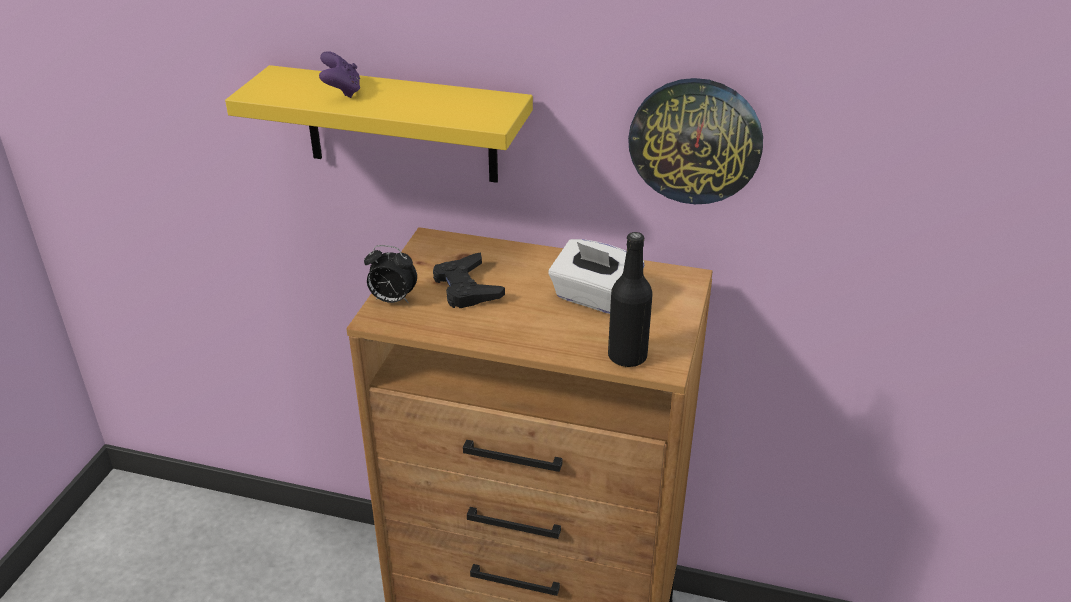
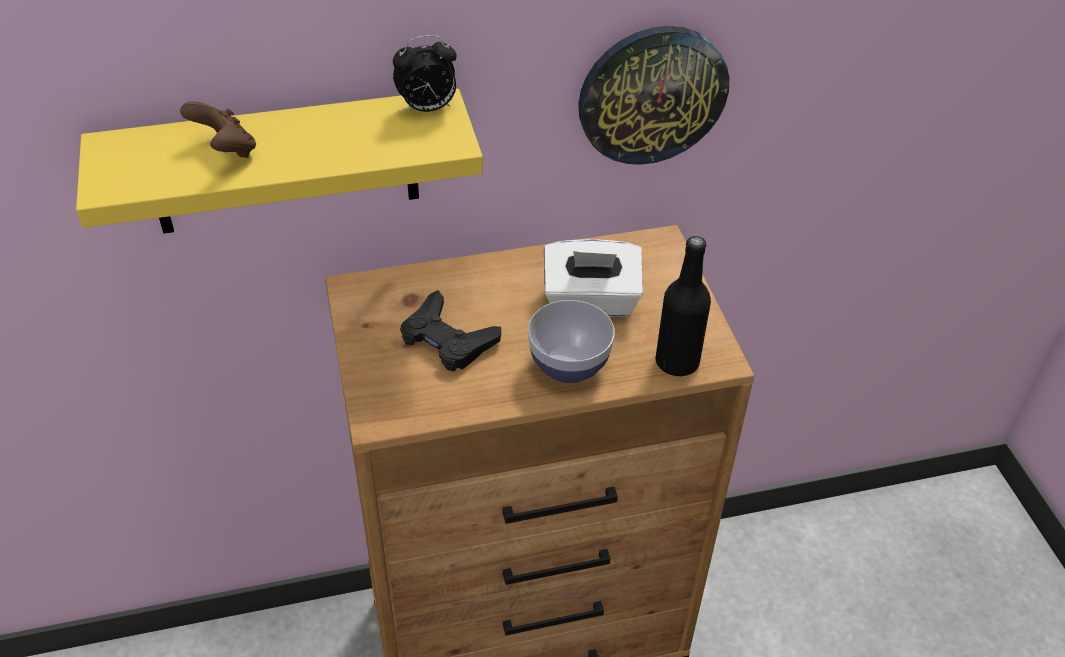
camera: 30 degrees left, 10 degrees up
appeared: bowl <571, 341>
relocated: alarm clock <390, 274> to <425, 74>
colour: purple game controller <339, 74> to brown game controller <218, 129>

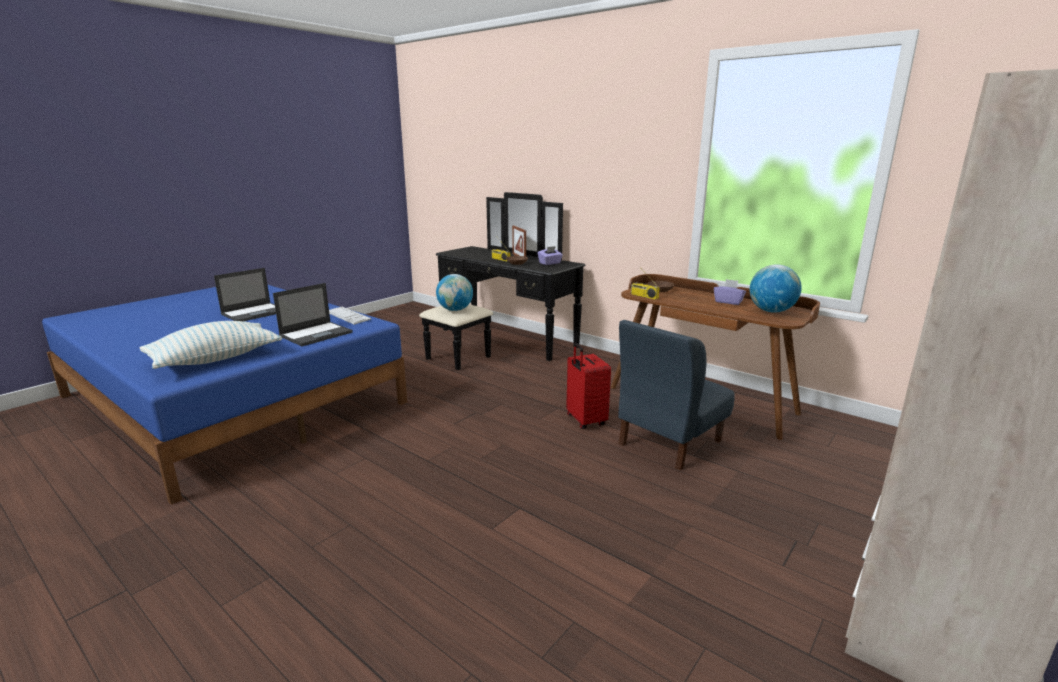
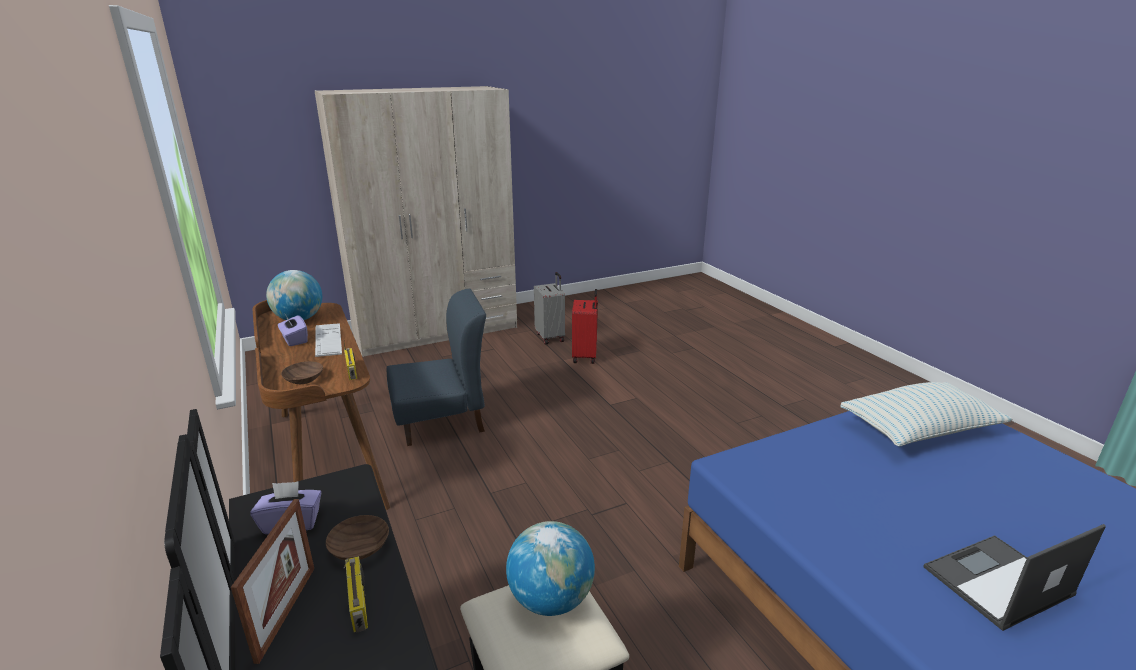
camera: 155 degrees left, 5 degrees up
missing: laptop <313, 314>
appeared: grey suitcase <549, 308>
relocated: keyboard <350, 316> to <328, 340>; red suitcase <588, 386> to <585, 326>

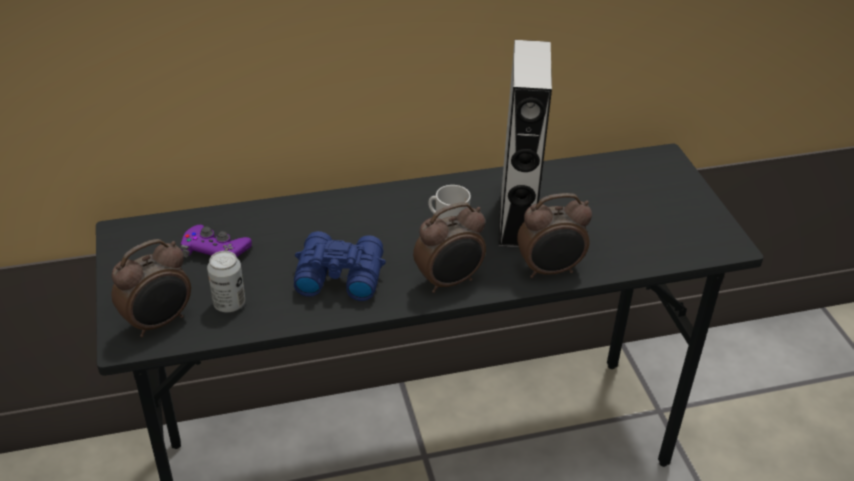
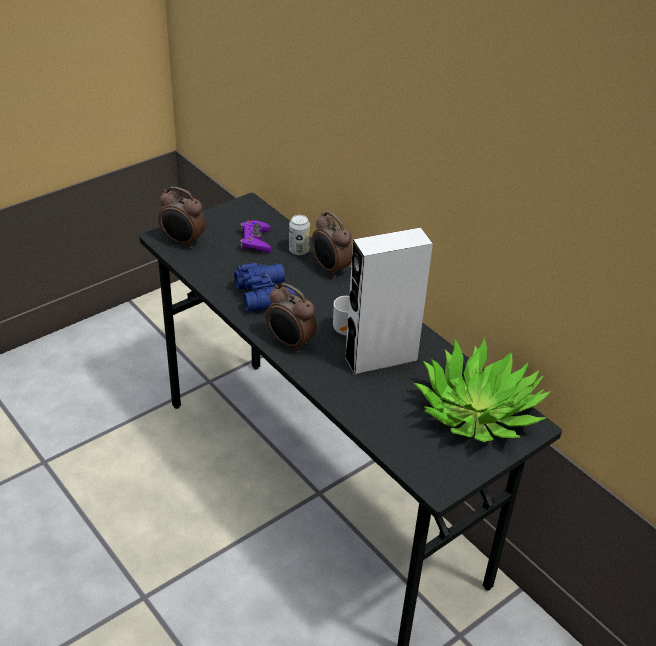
camera: 65 degrees right, 0 degrees up
appeared: potted plant <482, 389>
relocated: can <226, 281> to <299, 235>; alarm clock <554, 235> to <332, 244>

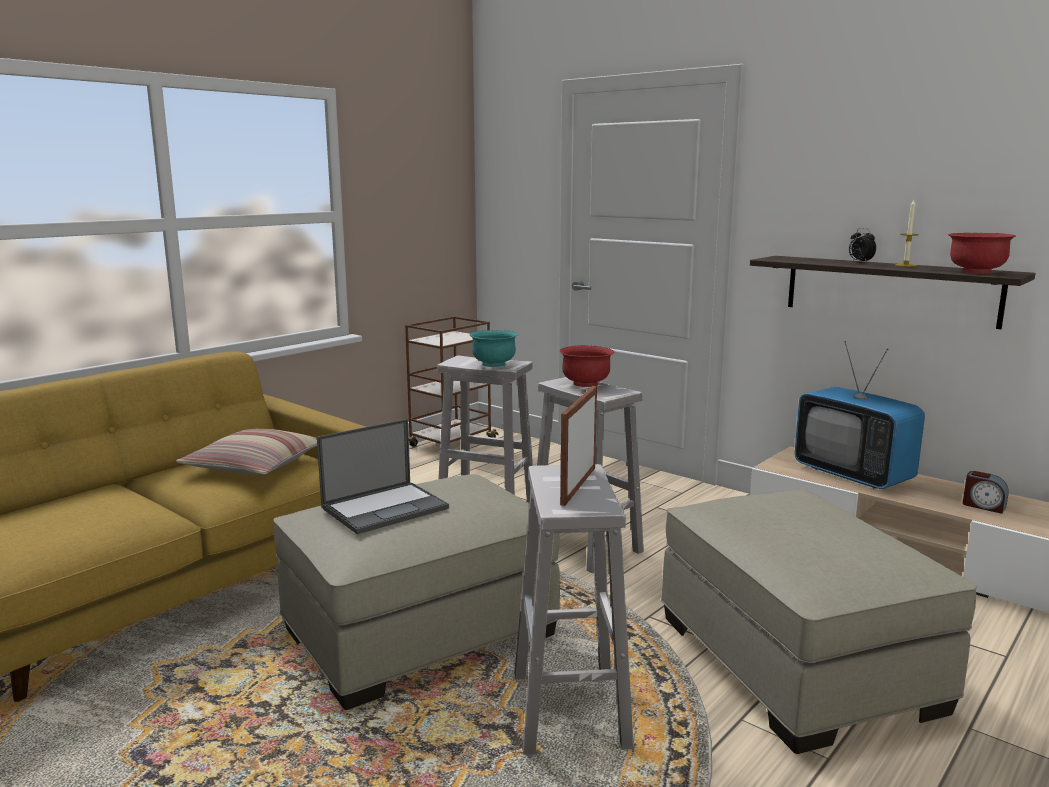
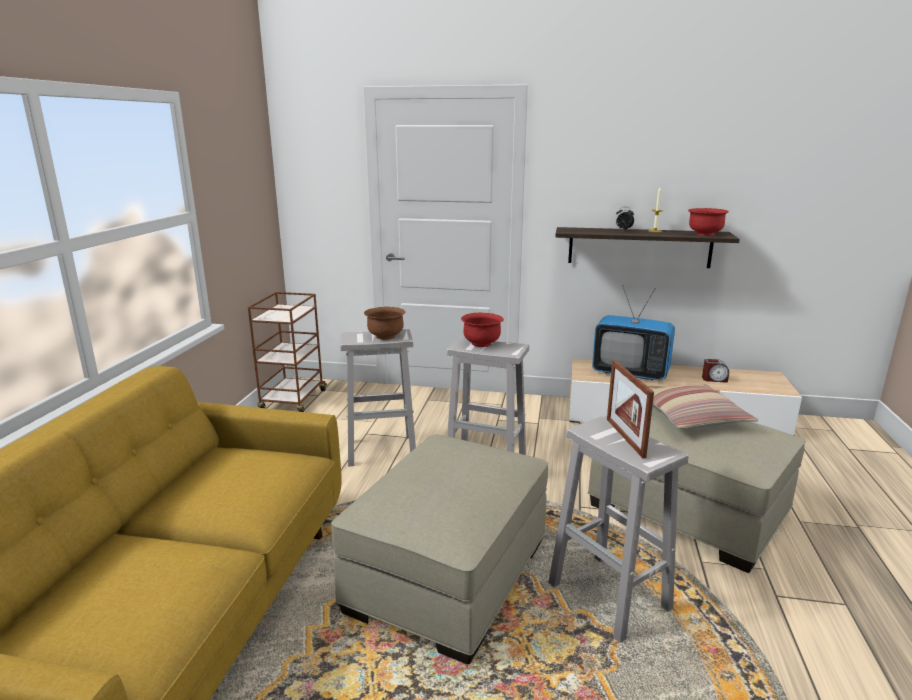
camera: 30 degrees left, 5 degrees up
missing: laptop <383, 476>
relocated: pillow <246, 452> to <704, 406>
colour: turquoise bowl <493, 348> to brown bowl <384, 323>

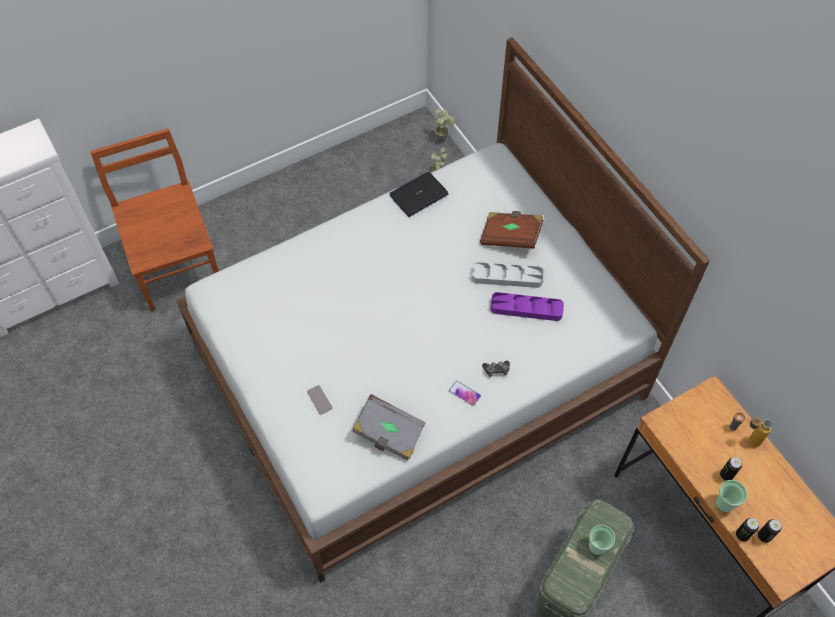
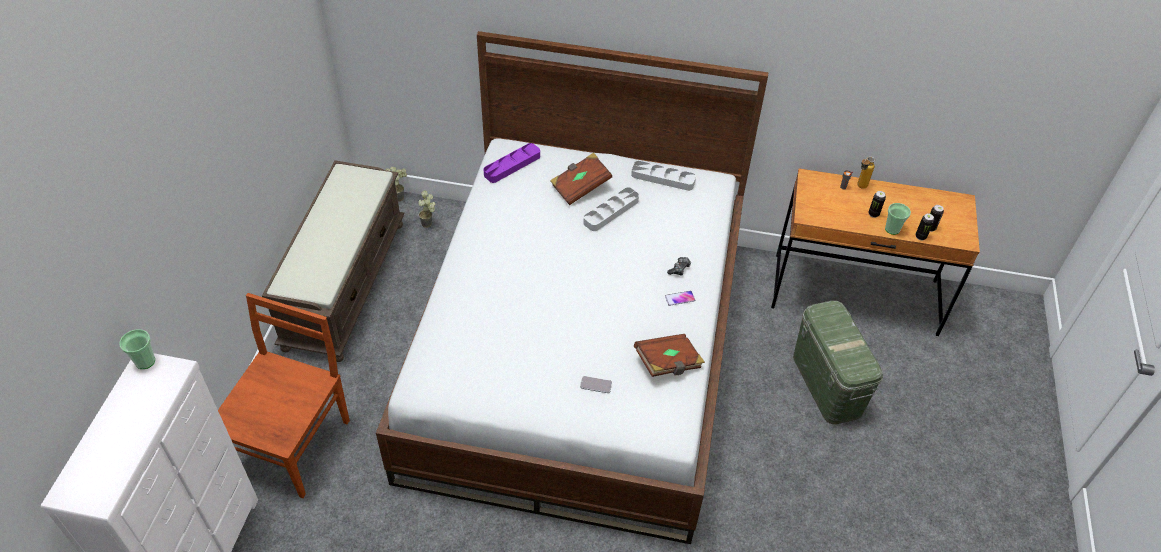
camera: 50 degrees left, 10 degrees down
missing: laptop <419, 194>
appeared: brown bench <333, 261>; grey tray <663, 176>
relocated: purple tray <527, 306> to <512, 163>; cup <602, 540> to <137, 349>
colour: grey book <388, 427> to brown book <669, 355>
spun: brown chair <154, 219> = <284, 395> 90 degrees clockwise

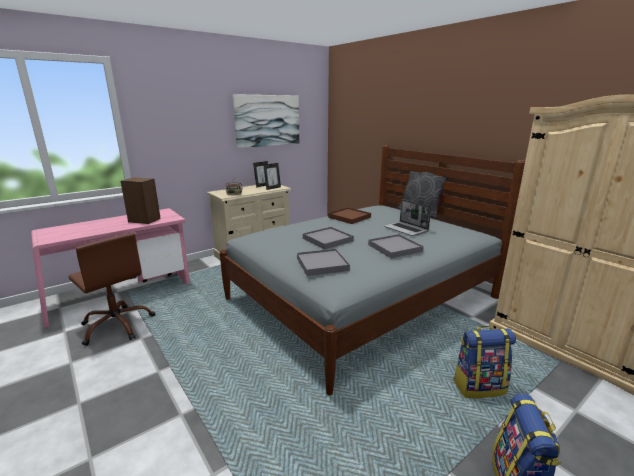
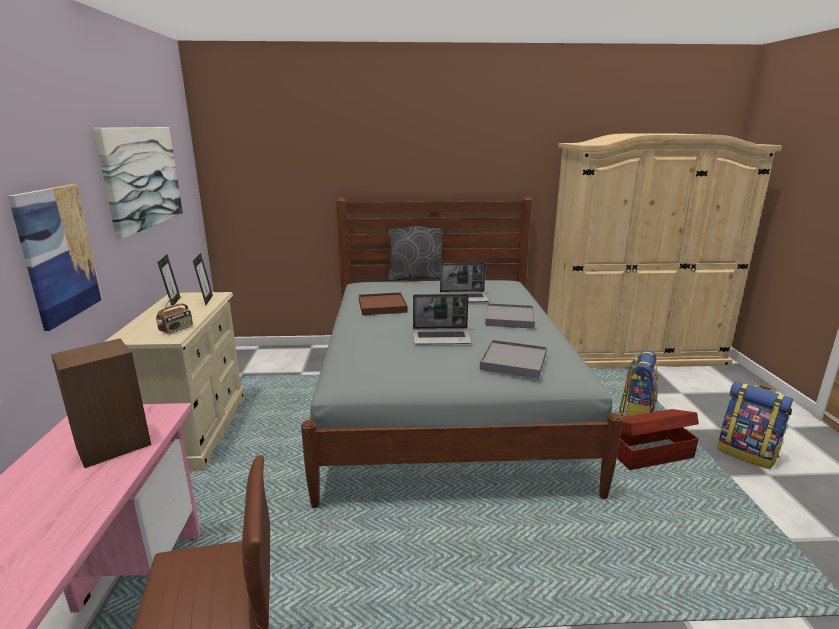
camera: 55 degrees left, 0 degrees up
appeared: picture <55, 257>; brown storage box <658, 439>
exchanged: grey tray <328, 238> to laptop <442, 319>

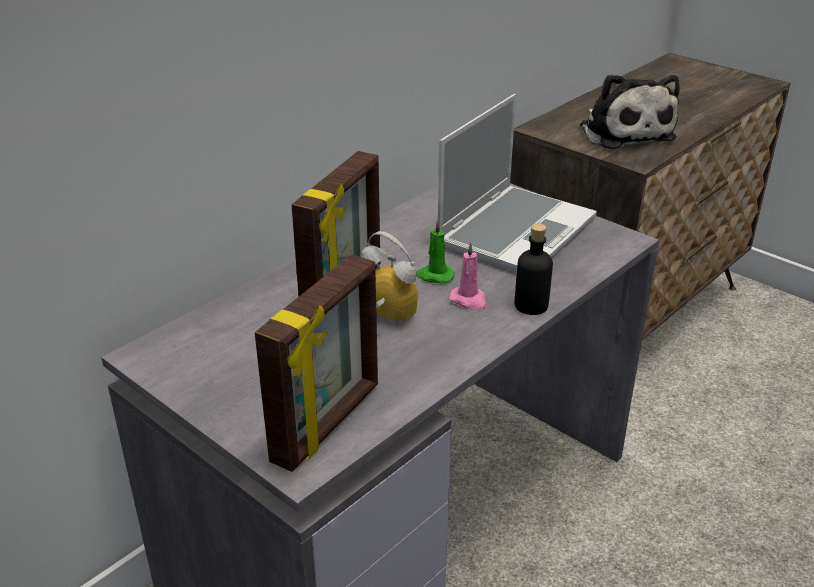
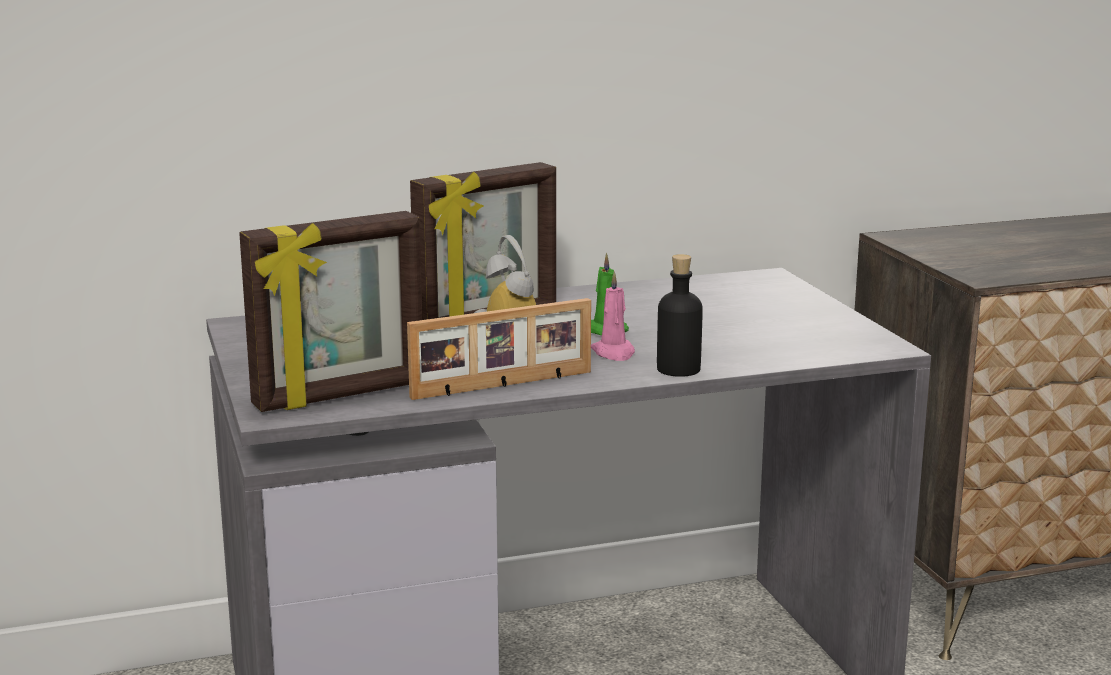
camera: 30 degrees right, 15 degrees down
missing: laptop <517, 183>; plush toy <630, 111>
appeared: picture frame <499, 349>

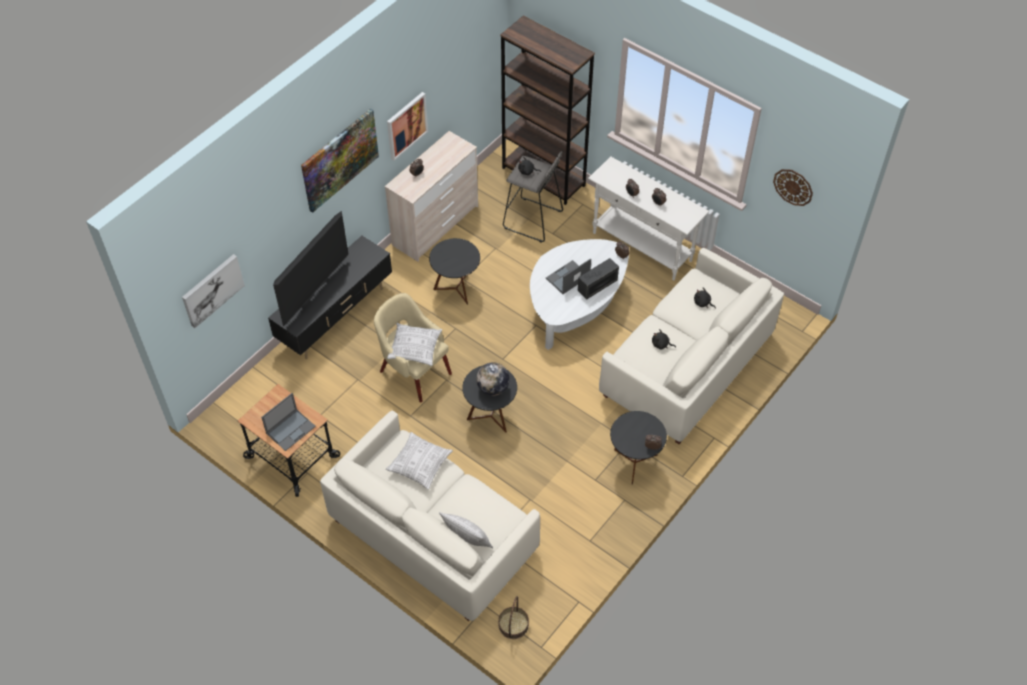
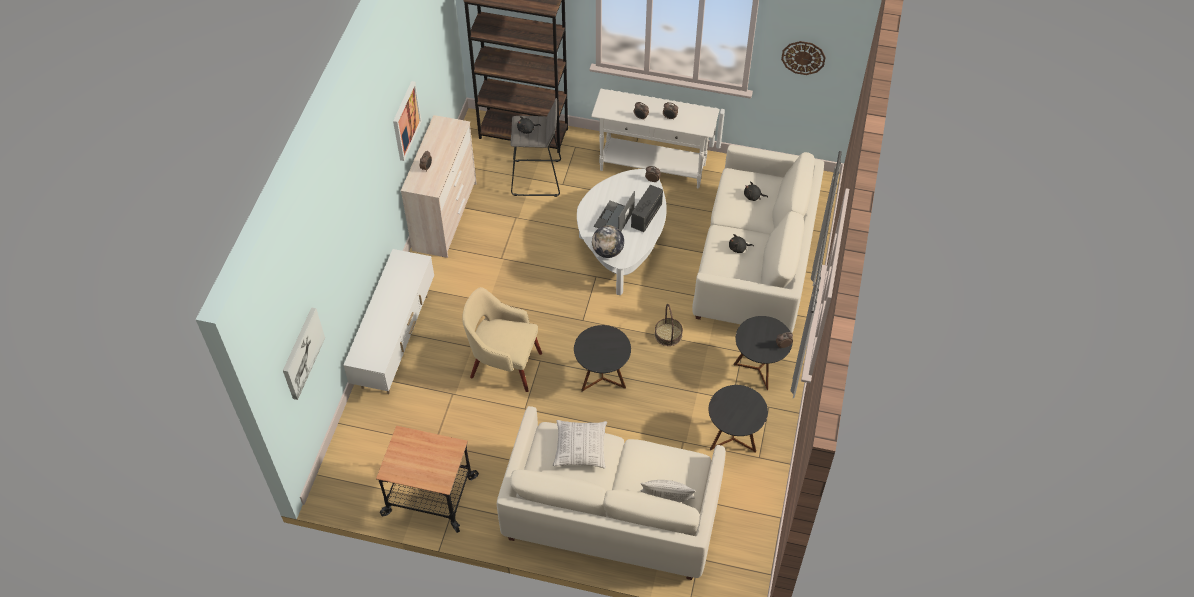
camera: 25 degrees left, 0 degrees up
missing: laptop <288, 422>; television <310, 268>; picture <340, 161>; pillow <414, 344>
relocated: black side table <454, 271> to <738, 419>; globe <493, 379> to <608, 241>; basket <513, 617> to <669, 325>
colour: black tv stand <330, 297> to white tv stand <388, 321>

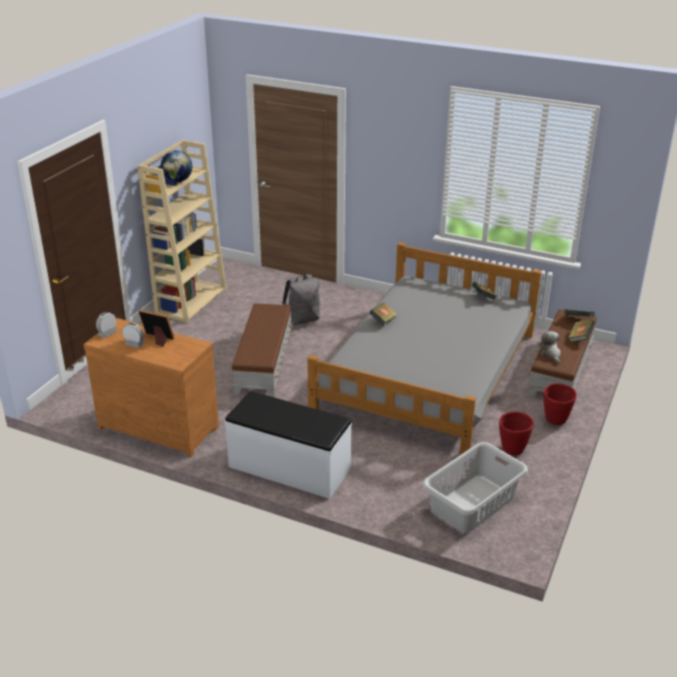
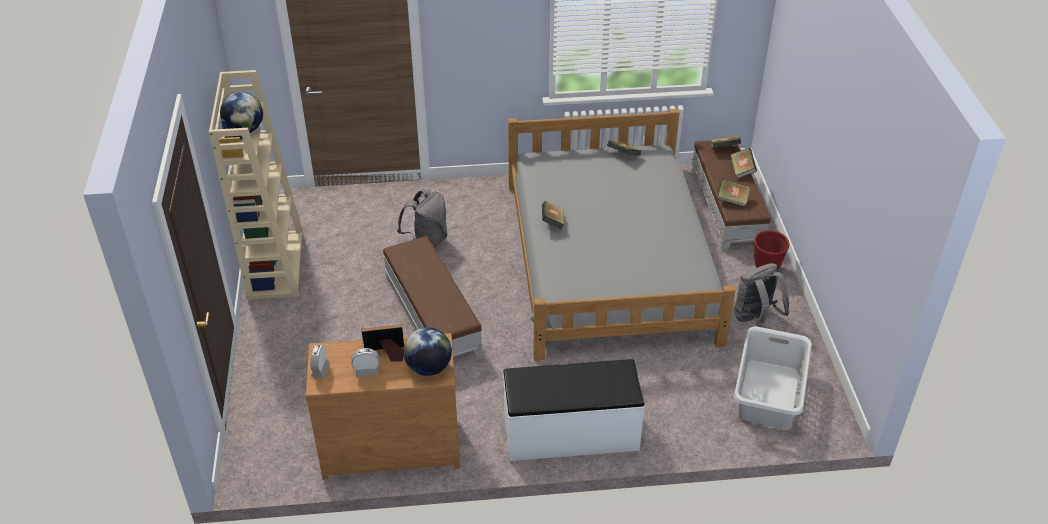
camera: 30 degrees left, 10 degrees up
appeared: globe <427, 351>
exchanged: red planter <516, 433> to grey backpack <761, 295>; plush toy <550, 347> to book <733, 192>

